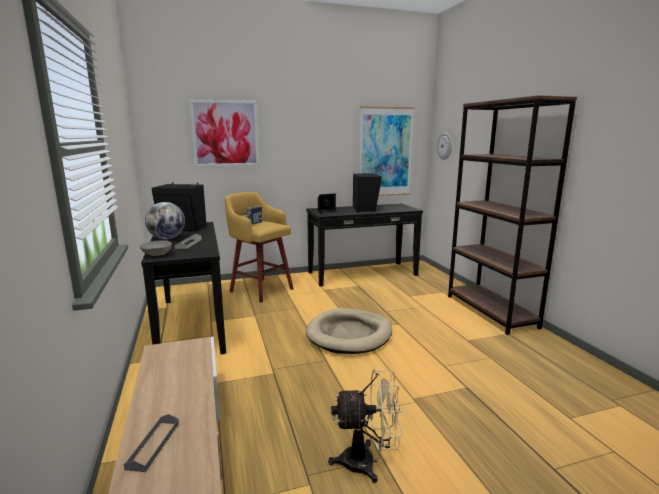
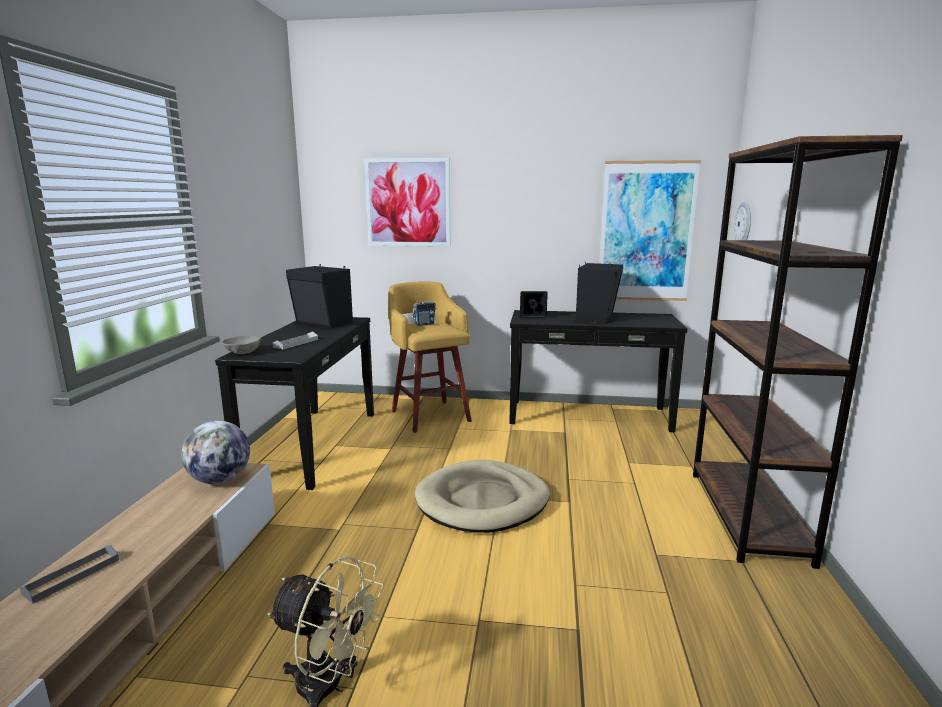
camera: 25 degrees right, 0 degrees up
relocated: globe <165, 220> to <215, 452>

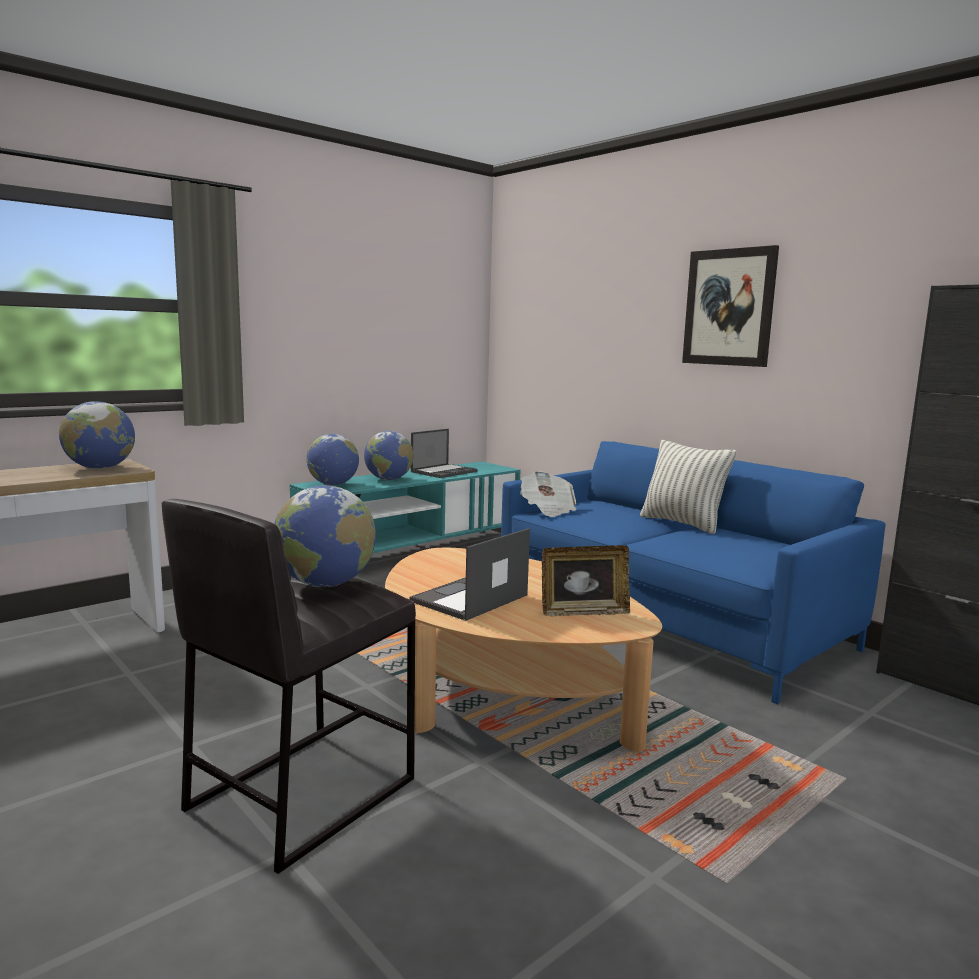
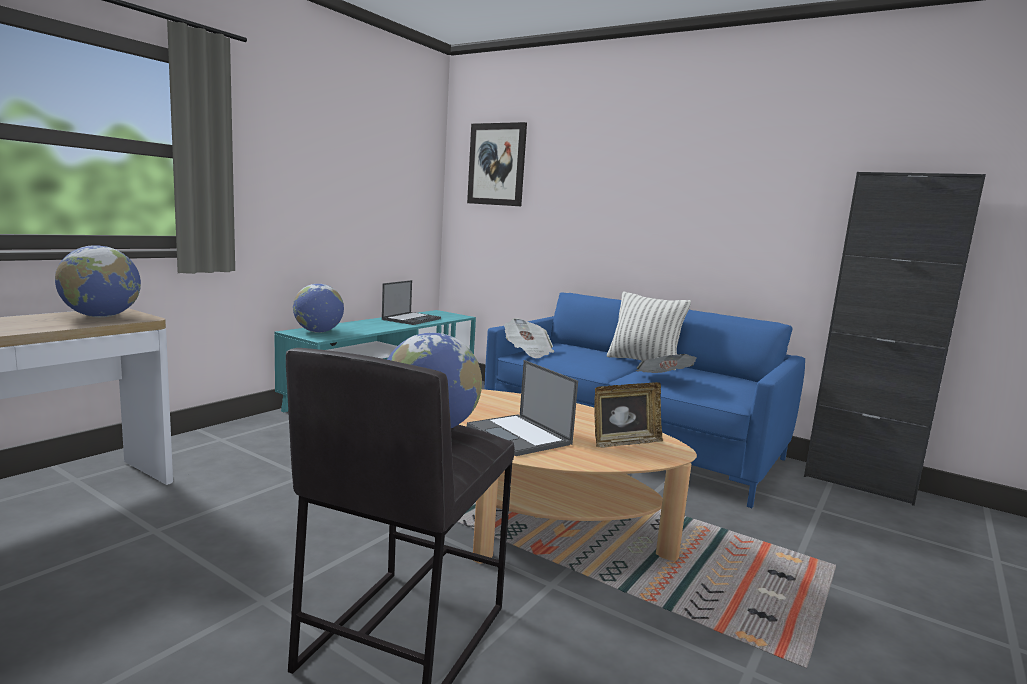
camera: 15 degrees left, 0 degrees up
missing: globe <388, 455>
appeared: newspaper <666, 363>
relocated: picture <730, 306> to <497, 164>
spun: laptop <469, 574> = <522, 408> 60 degrees counterclockwise

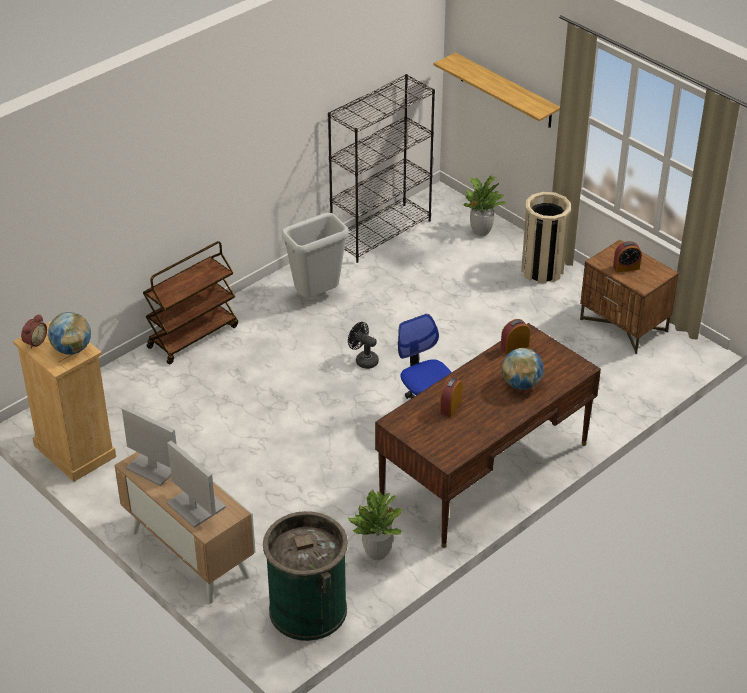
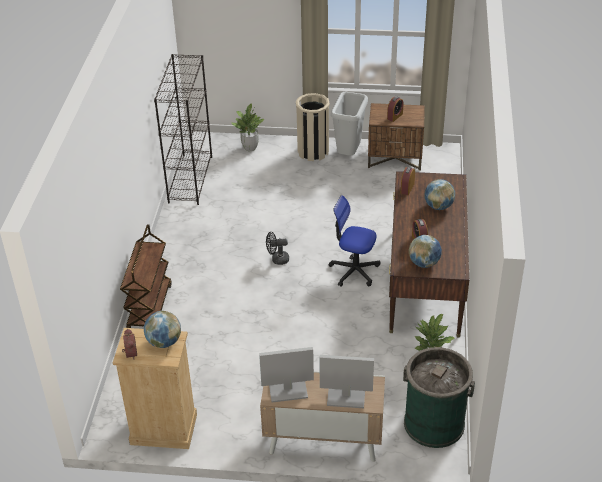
camera: 40 degrees left, 0 degrees up
missing: shelf <497, 90>
appeared: globe <425, 251>
relocated: grey trash can <315, 255> to <349, 124>

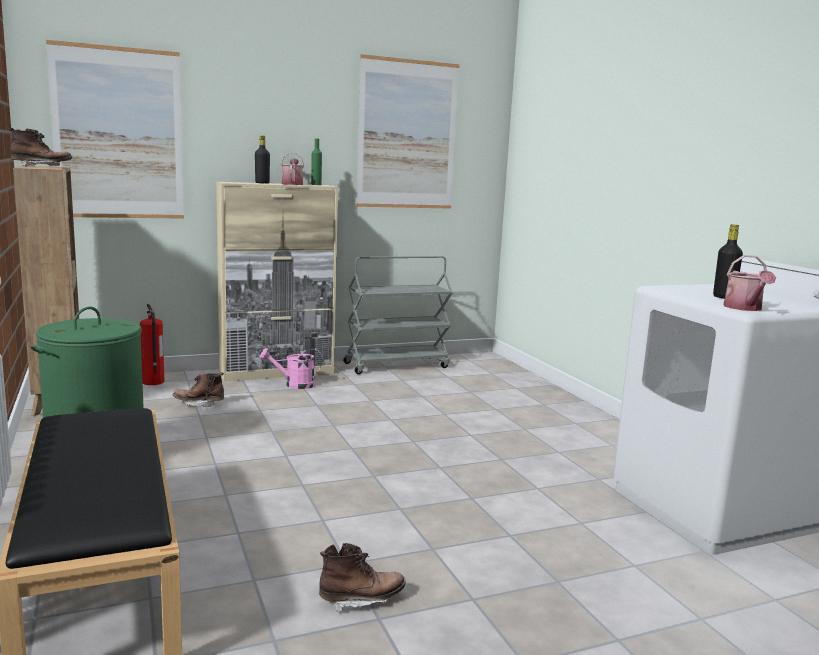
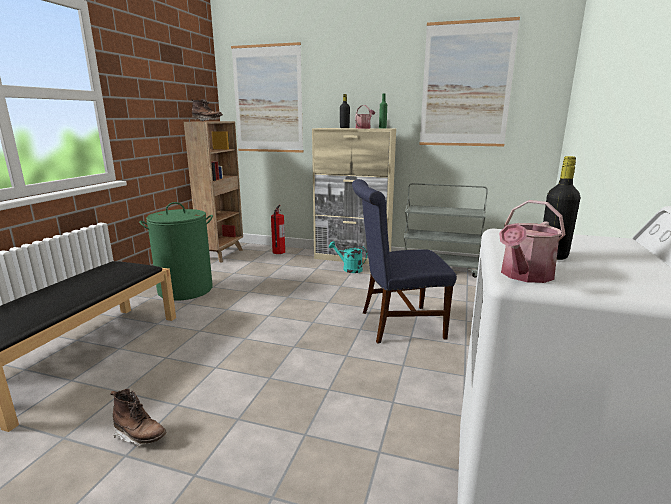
camera: 40 degrees right, 5 degrees up
missing: brown boot <198, 389>
appeared: blue chair <404, 261>
colour: pink watering can <291, 368> to turquoise watering can <348, 257>

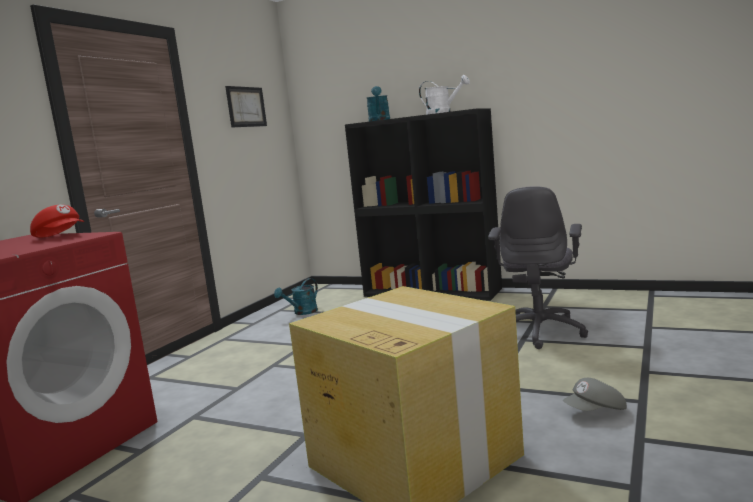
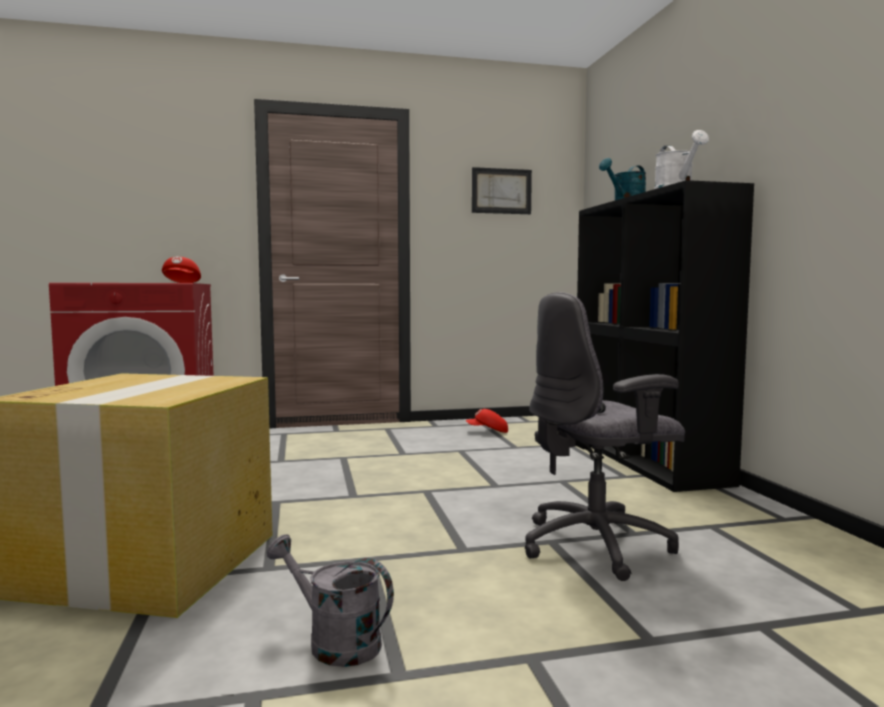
camera: 50 degrees right, 5 degrees down
exchanged: turquoise watering can <296, 296> to red cap <487, 421>; grey cap <595, 394> to grey watering can <330, 600>

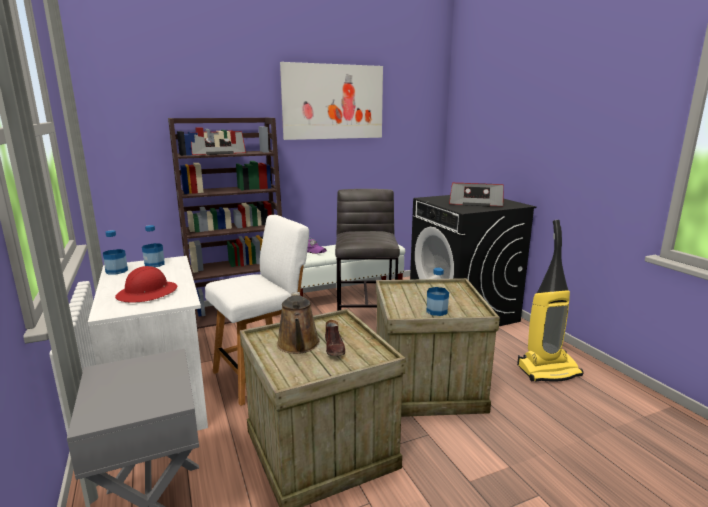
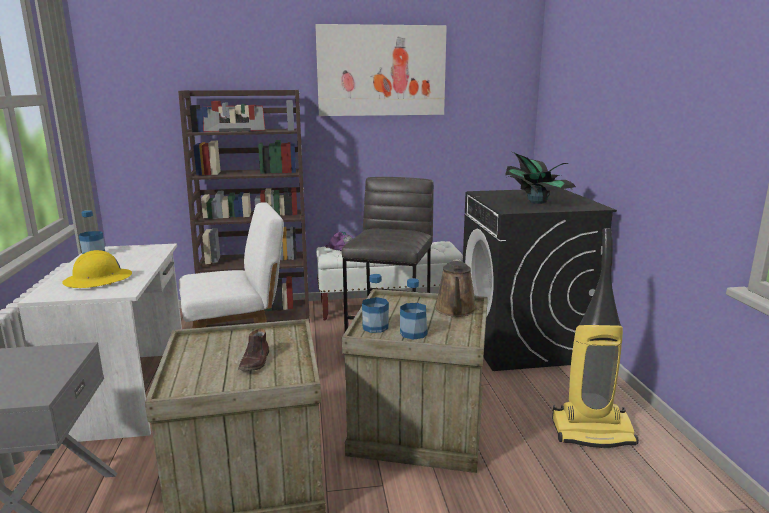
camera: 15 degrees right, 0 degrees up
relocated: bottle <153, 246> to <375, 303>; brown watering can <298, 323> to <456, 288>
exchanged: radio <476, 195> to potted plant <540, 178>
colour: red hard hat <146, 284> to yellow hard hat <97, 269>

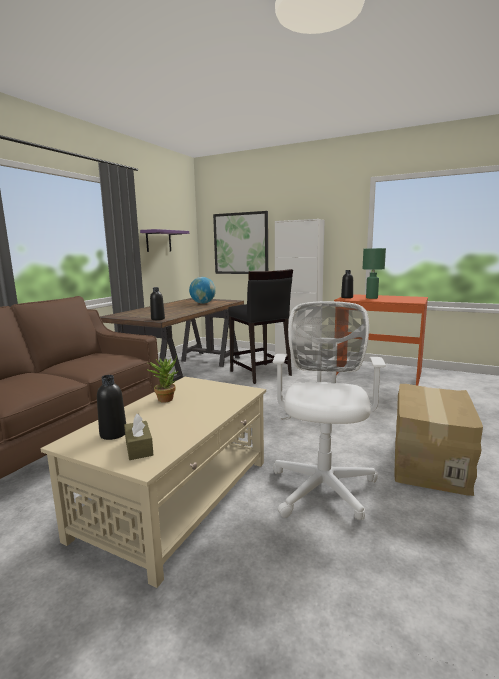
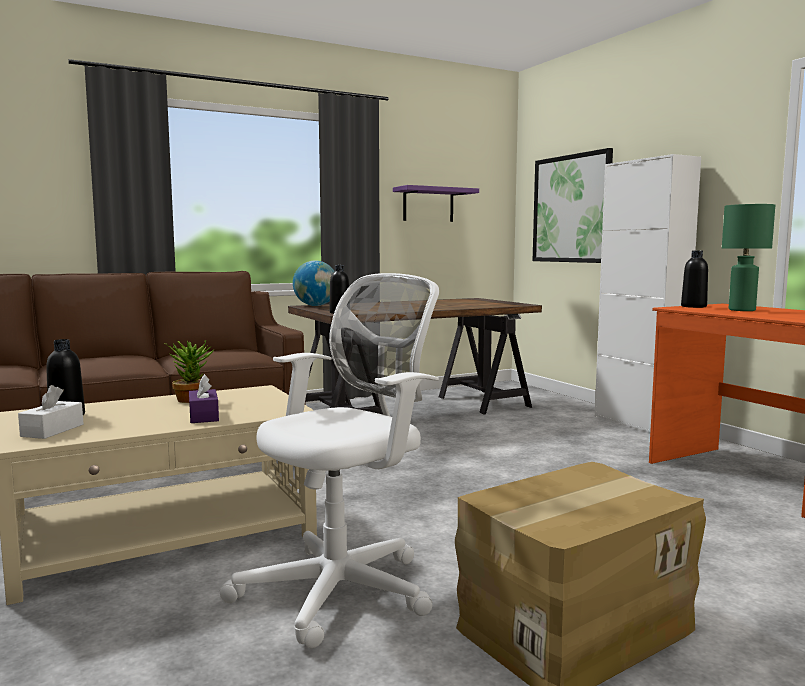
camera: 35 degrees right, 5 degrees down
missing: black stool <260, 326>
appeared: purple tissue box <204, 398>
relocated: globe <202, 290> to <314, 283>
colour: brown tissue box <138, 437> to white tissue box <50, 412>

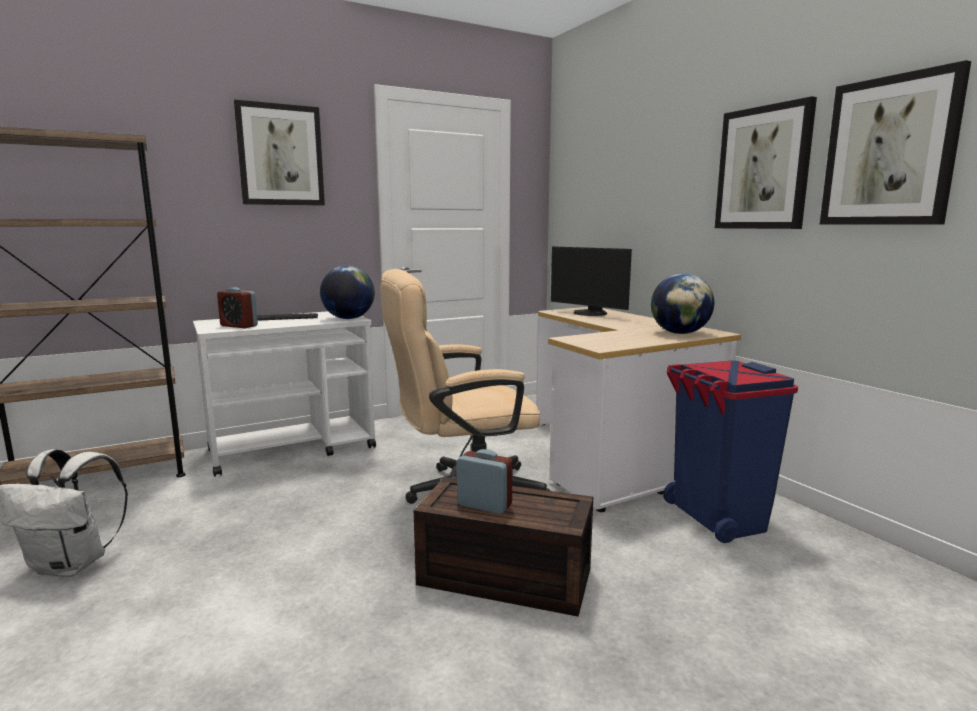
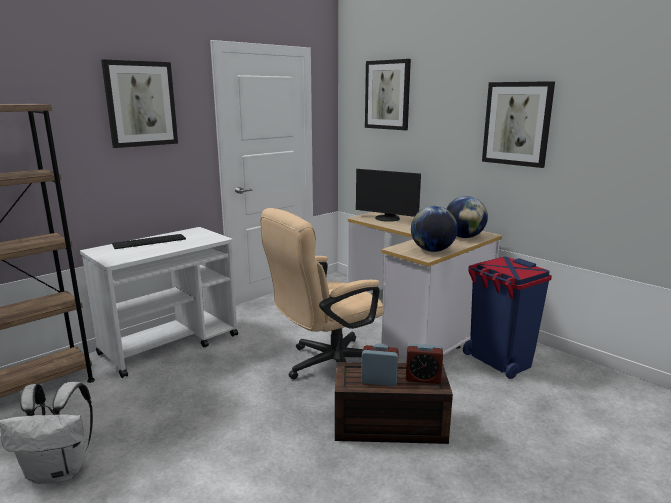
camera: 15 degrees left, 5 degrees up
relocated: alarm clock <237, 307> to <424, 364>; globe <347, 292> to <434, 229>; picture <895, 142> to <388, 94>

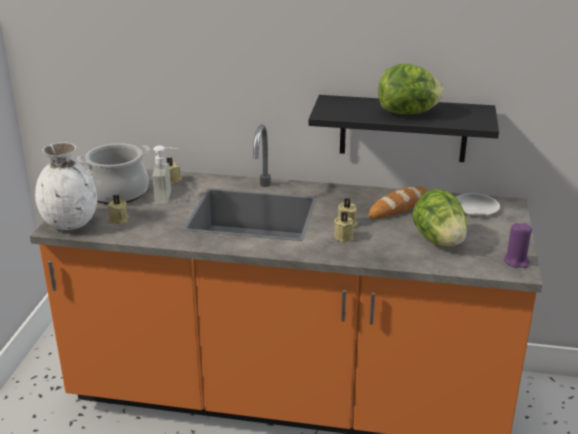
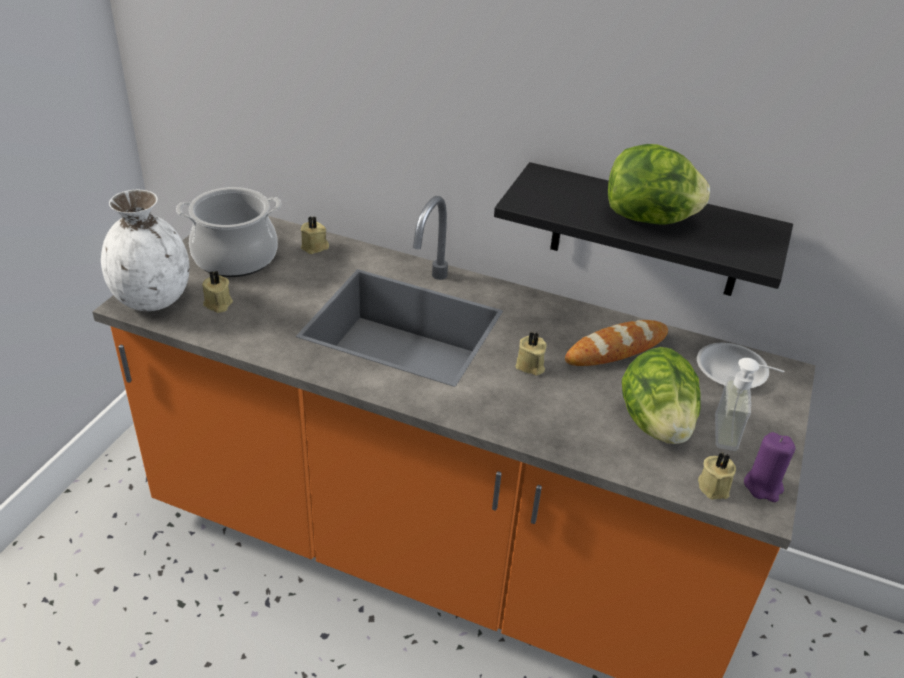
camera: 10 degrees right, 10 degrees up
relocated: soap dispenser <165, 174> to <750, 404>; beige candle <343, 227> to <717, 476>

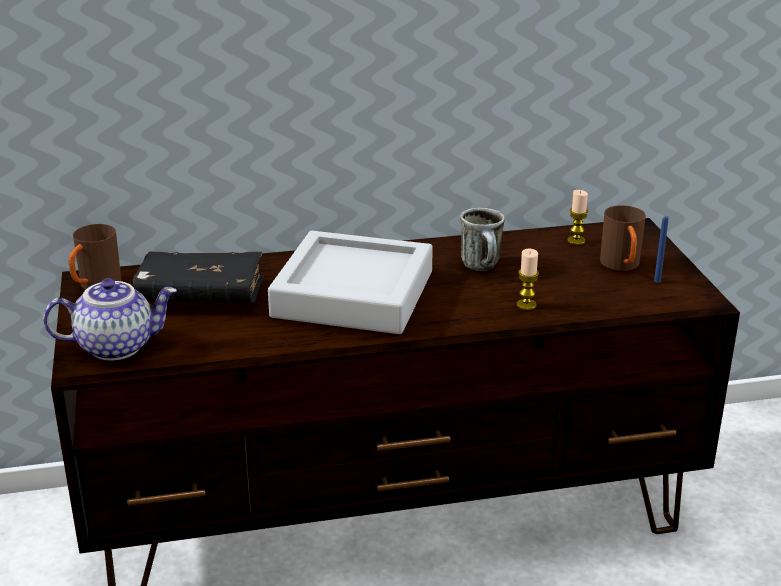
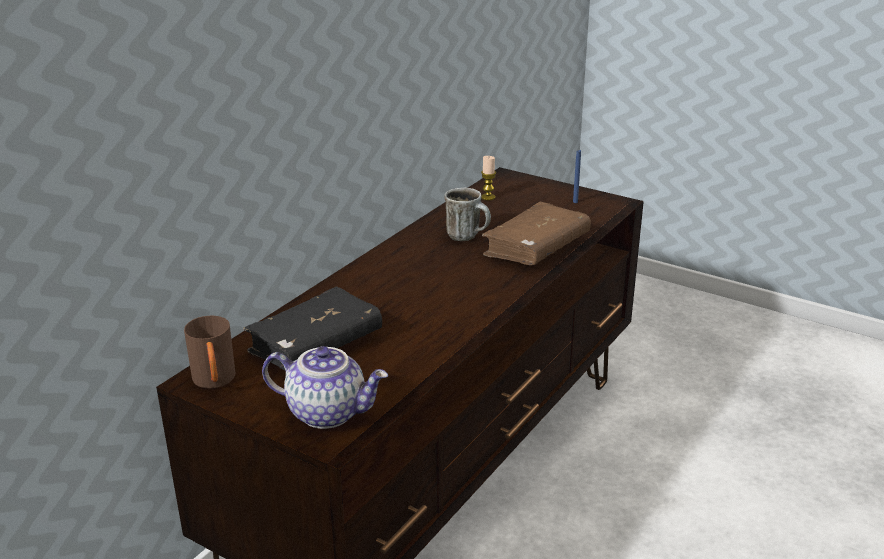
camera: 45 degrees left, 0 degrees up
missing: grey tray <350, 282>; brown mug <623, 238>
exchanged: candle <528, 279> to brown book <536, 233>
spun: teapot <110, 319> = <325, 387> 75 degrees clockwise

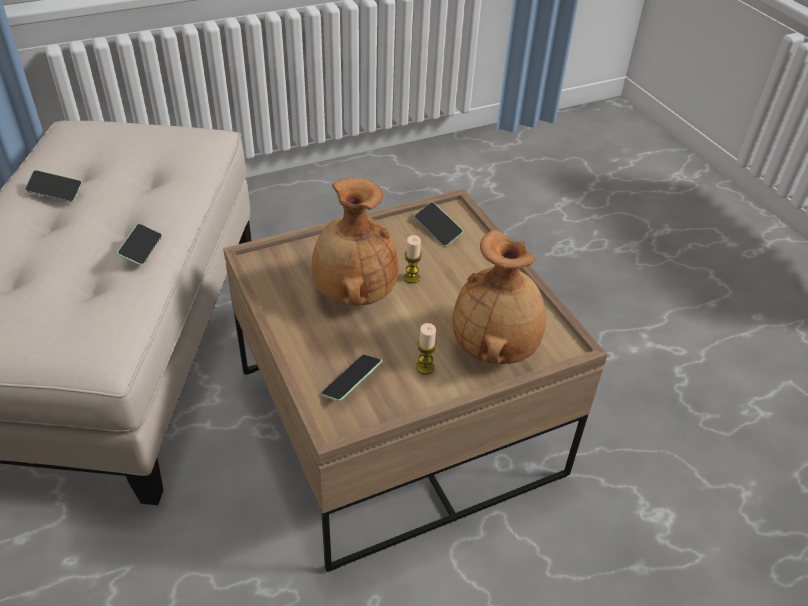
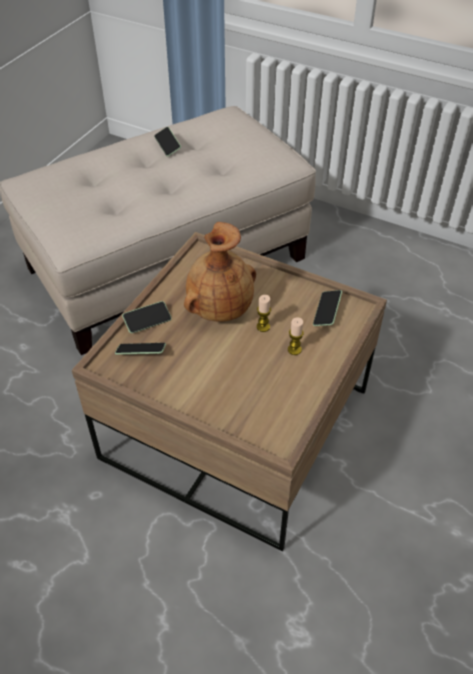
camera: 55 degrees right, 5 degrees up
missing: brown vase <499, 297>
relocated: phone <139, 245> to <147, 317>; candle <426, 348> to <296, 336>

